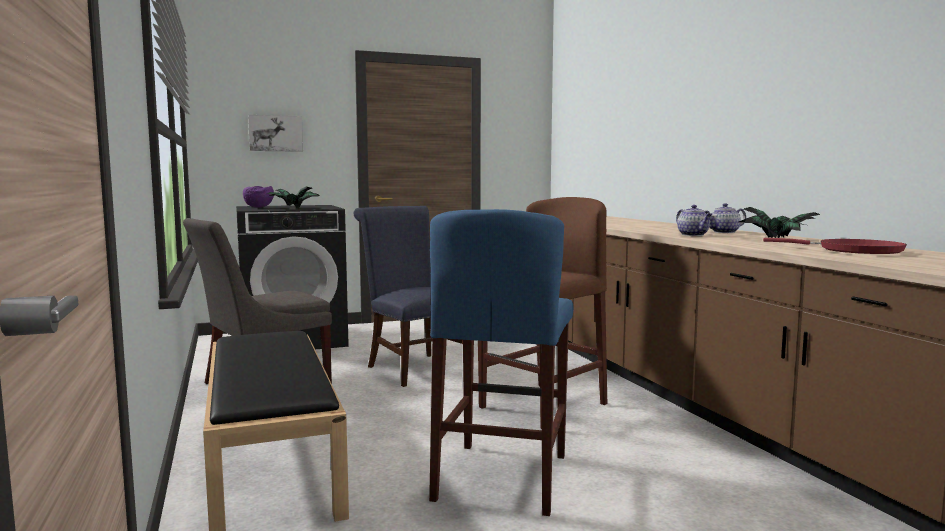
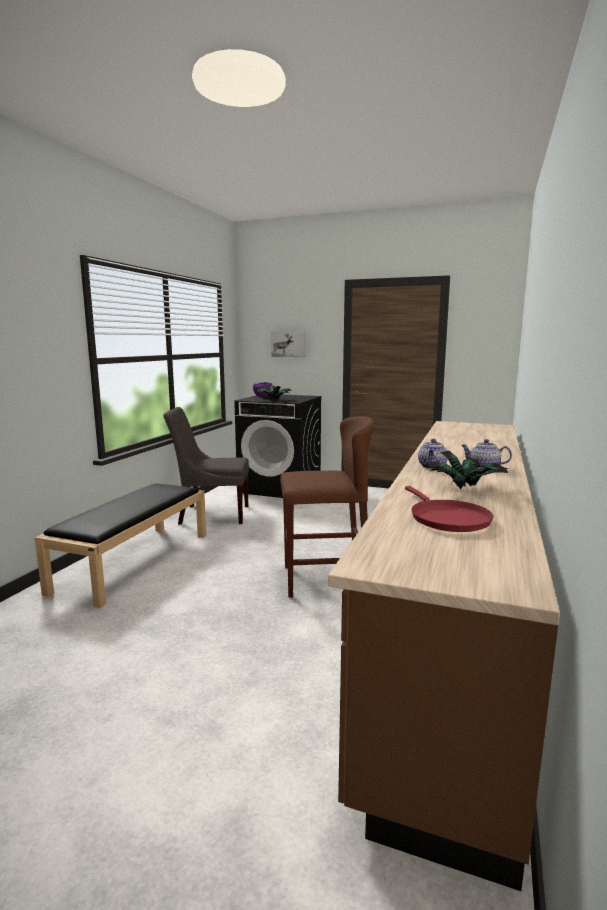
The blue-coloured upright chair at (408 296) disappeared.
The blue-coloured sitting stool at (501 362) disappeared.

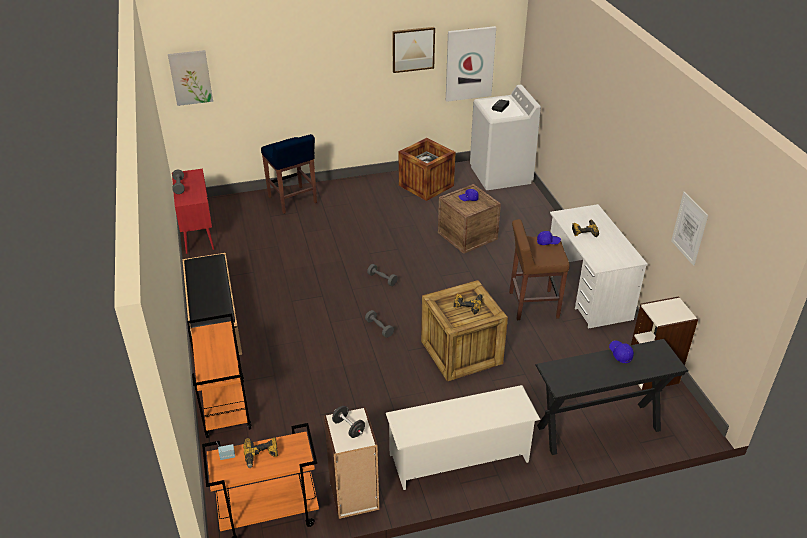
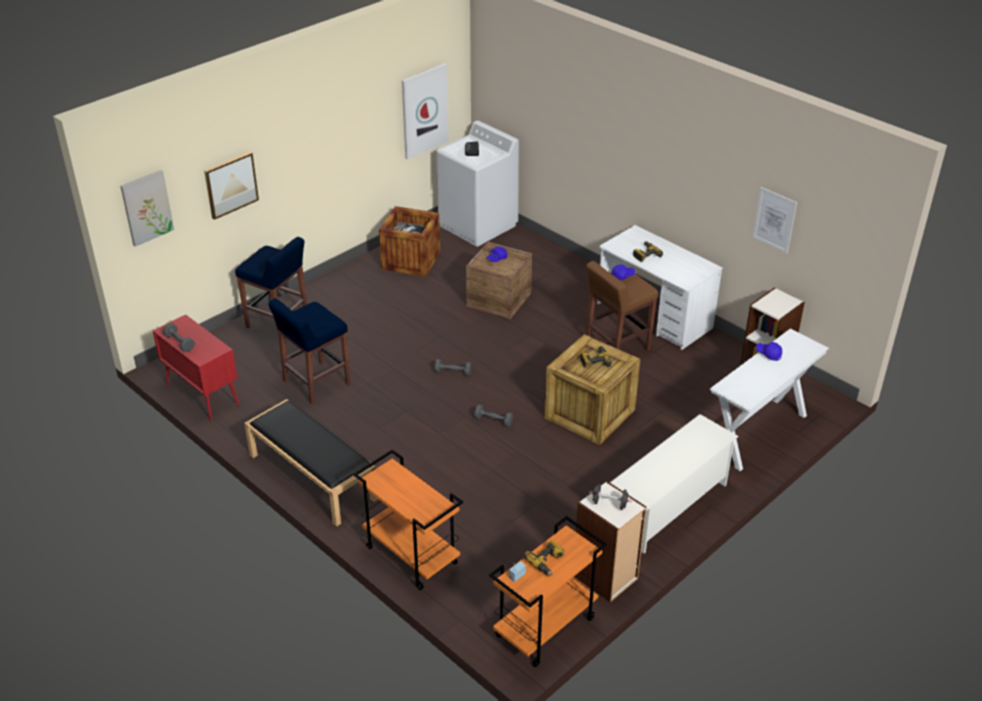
The wall art moved from (413 50) to (231 186).
The blue-coloured sitting stool at (309 351) appeared.
The black-coloured hall table at (611 397) became the white hall table at (769 400).

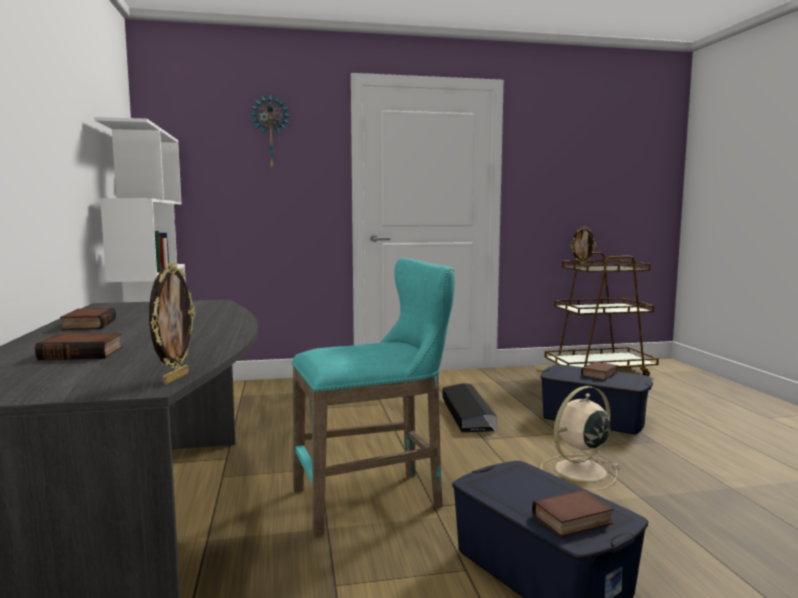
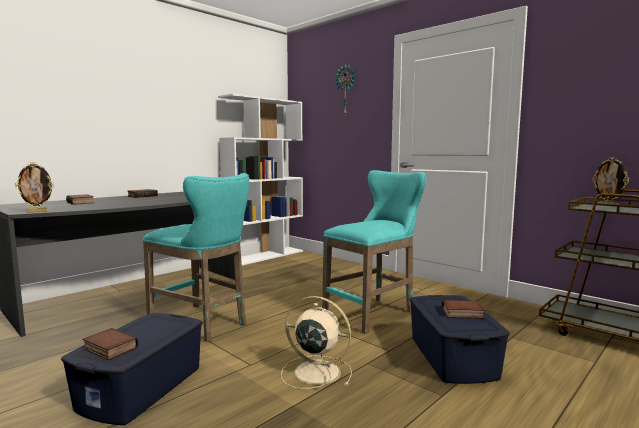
The black-coloured storage box at (470 407) was replaced by the turquoise sitting stool at (374 252).

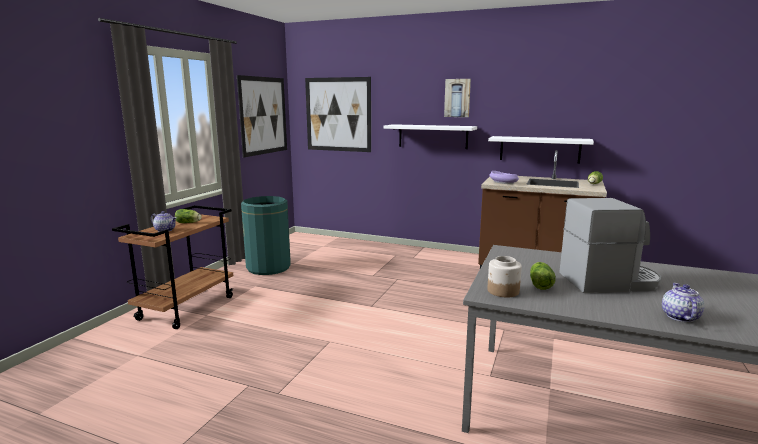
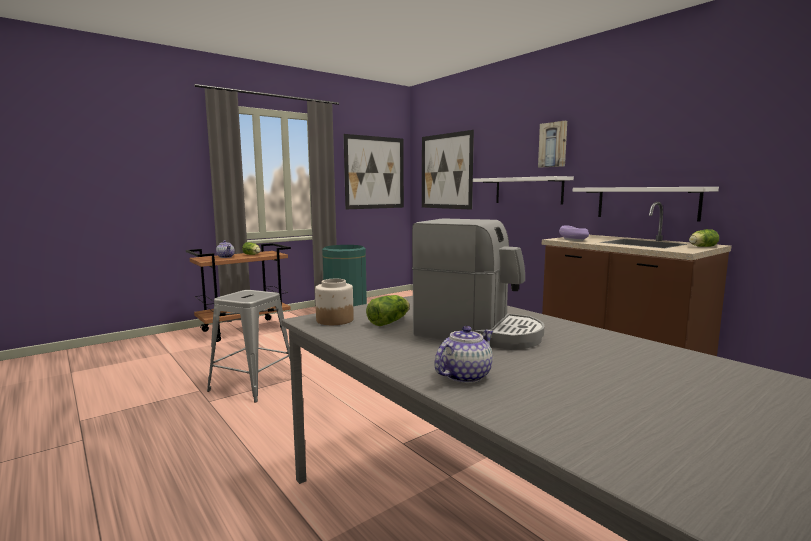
The grey sitting stool at (248 346) appeared.

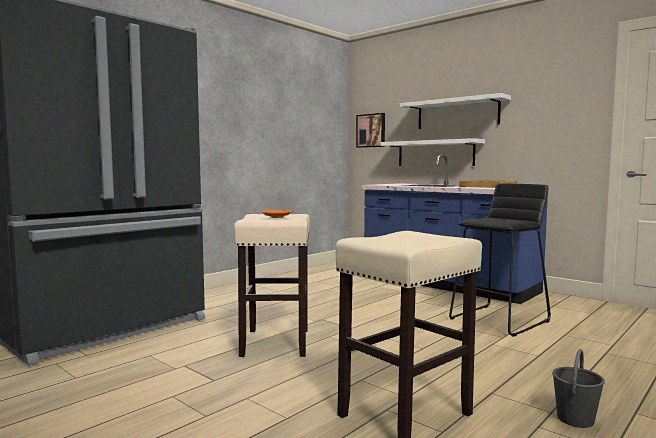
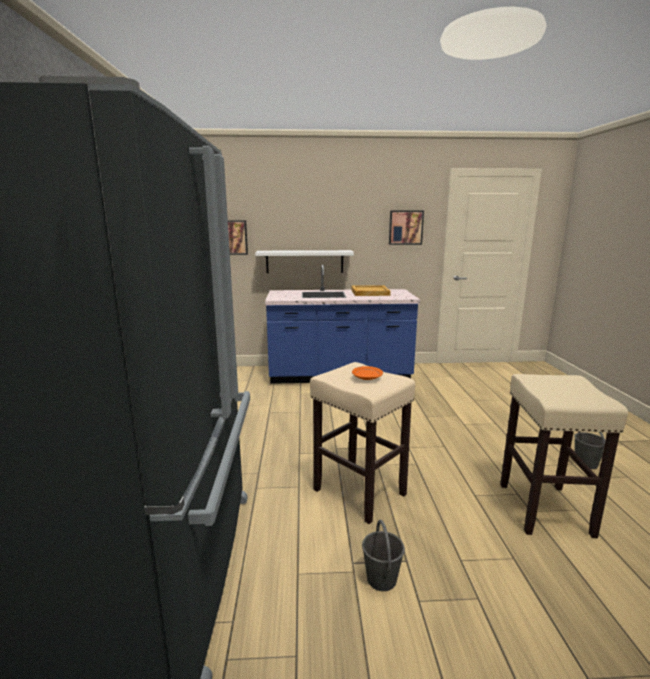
The grey pail at (383 555) appeared.
The wall art at (406 228) appeared.
The white wall shelf at (455 111) disappeared.
The black-coloured sitting stool at (500 260) disappeared.

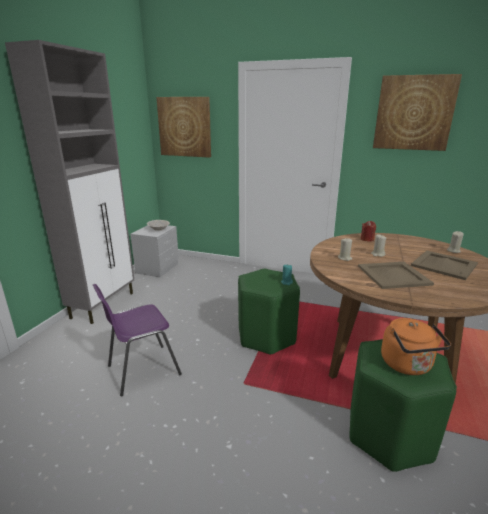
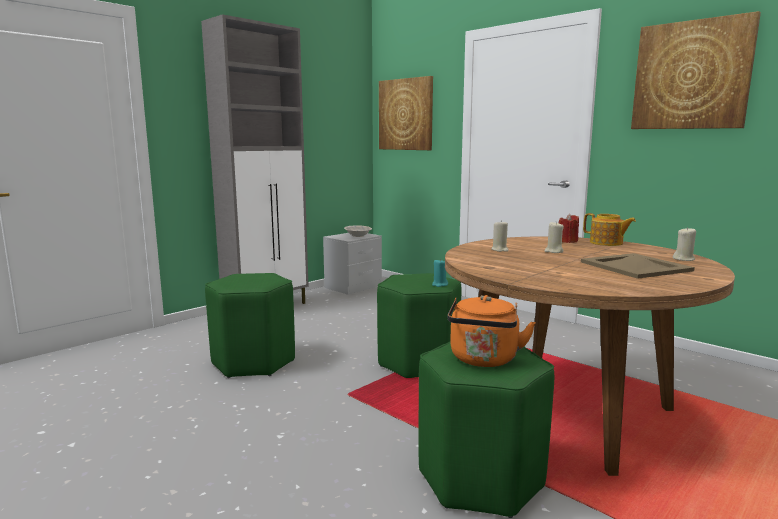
The purple-coloured upright chair at (137 340) was replaced by the green-coloured sitting stool at (250 325).
The pot for tea at (609 229) appeared.
The beige serving tray at (396 275) disappeared.

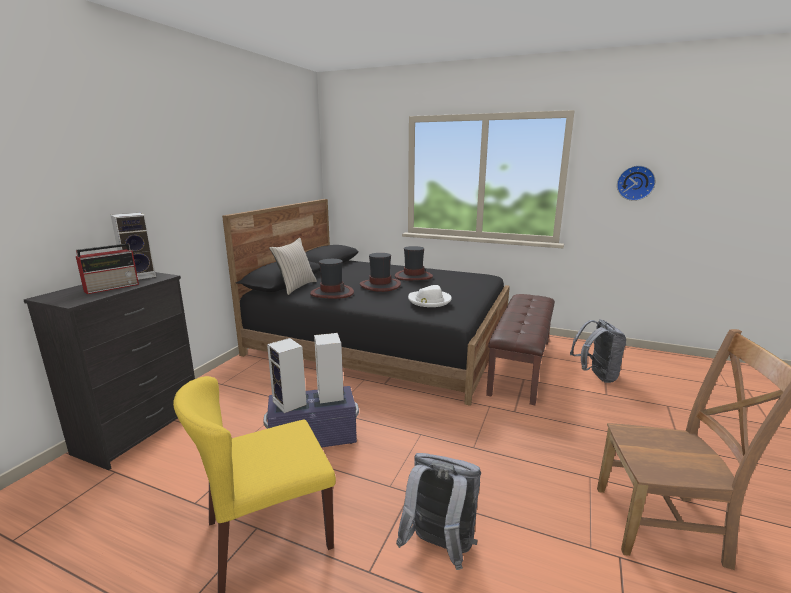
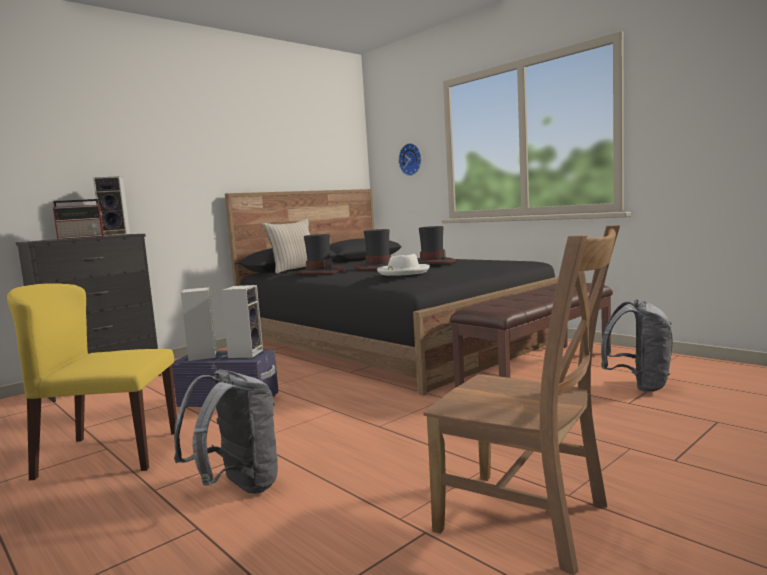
The hanging clock moved from (636 183) to (409 159).

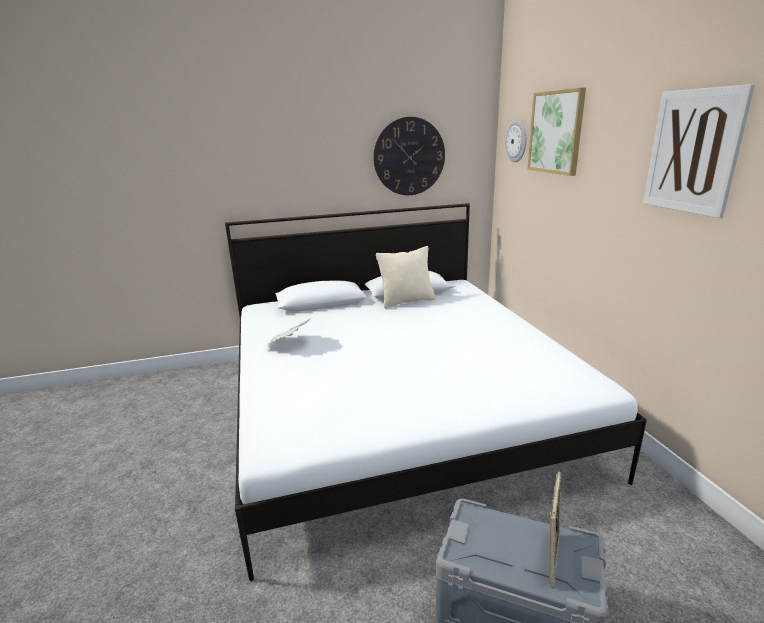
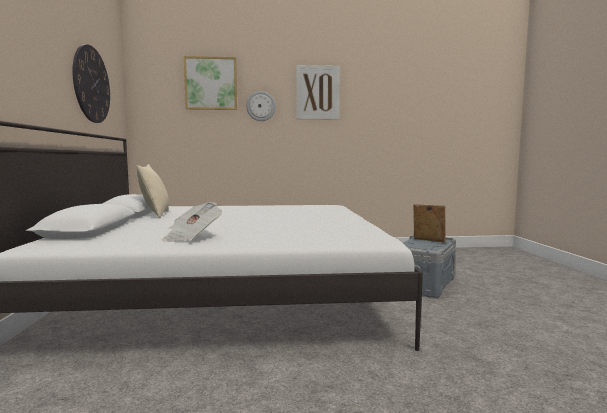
The hanging clock moved from (515 141) to (261 106).

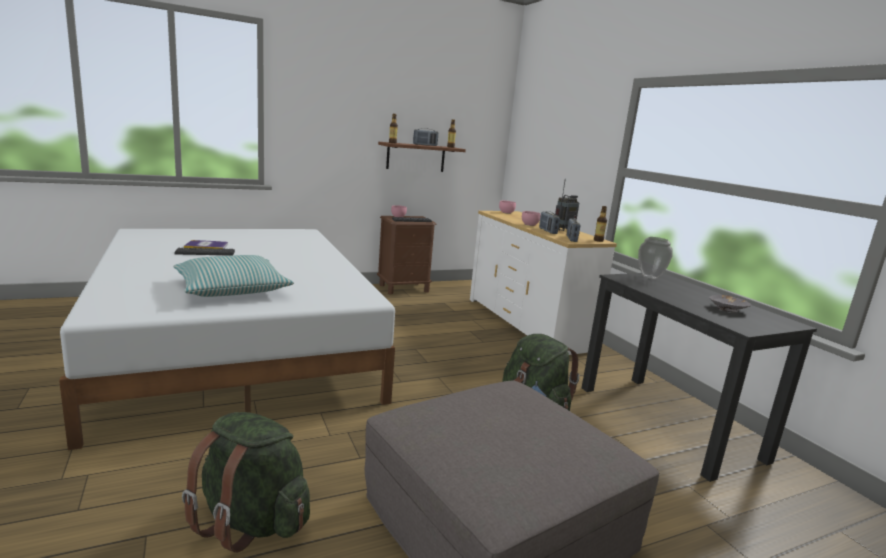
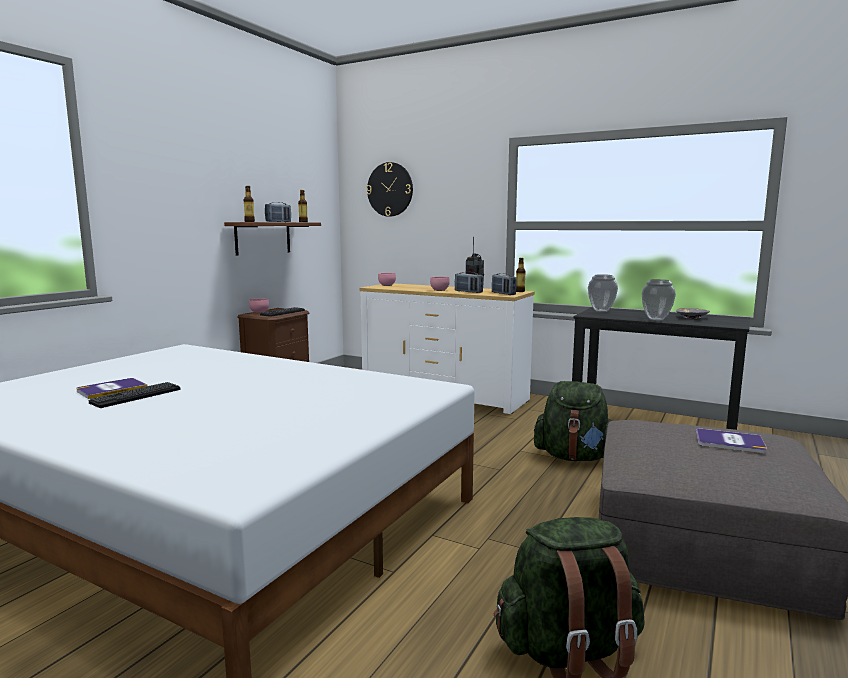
The hanging clock at (389 189) appeared.
The vase at (659 299) appeared.
The volume at (731 440) appeared.
The pillow at (233 276) disappeared.

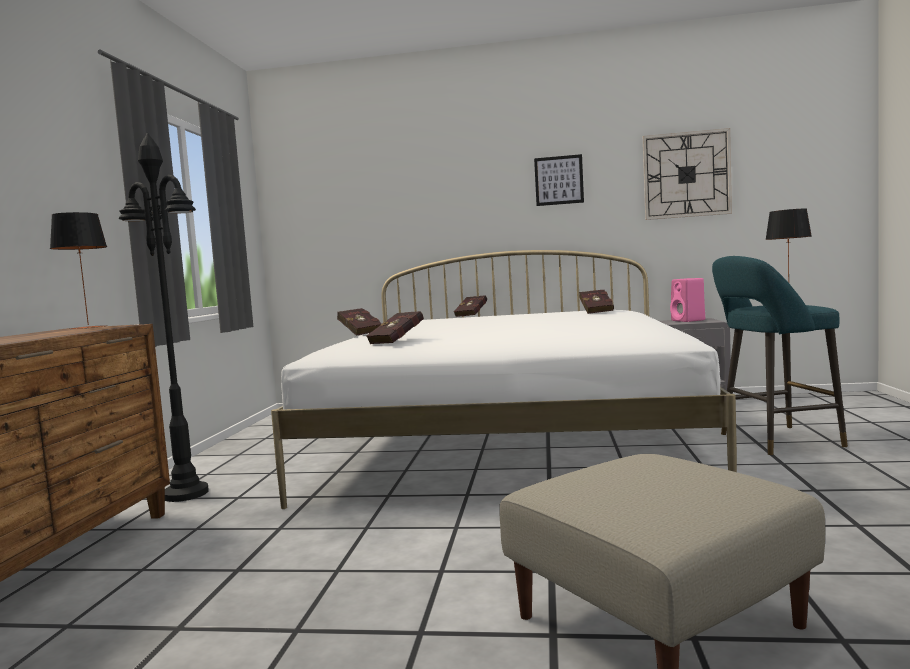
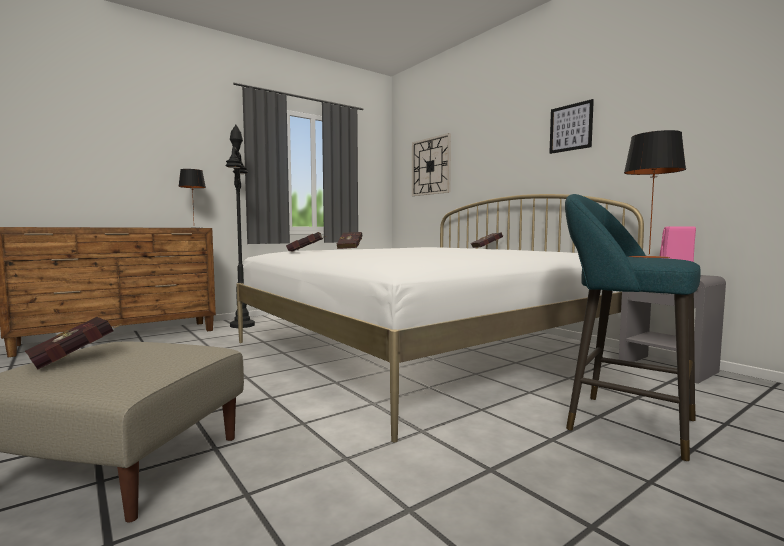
The red volume moved from (596 301) to (73 343).
The hanging clock moved from (687 174) to (431 164).

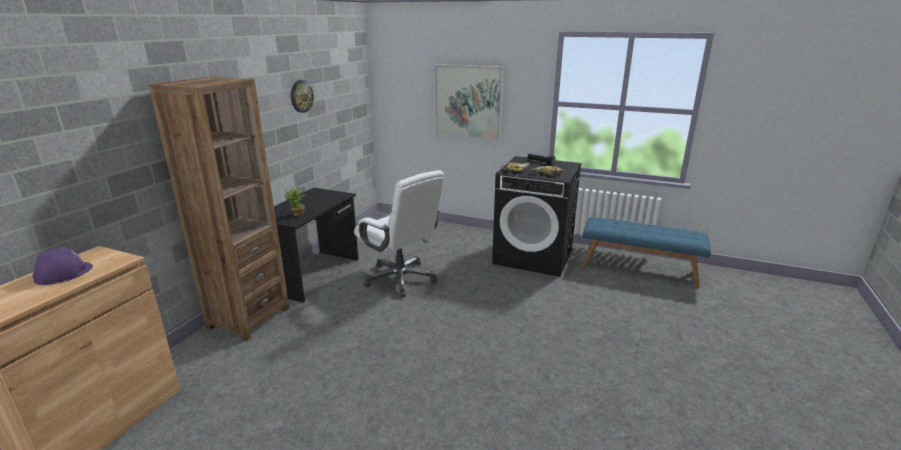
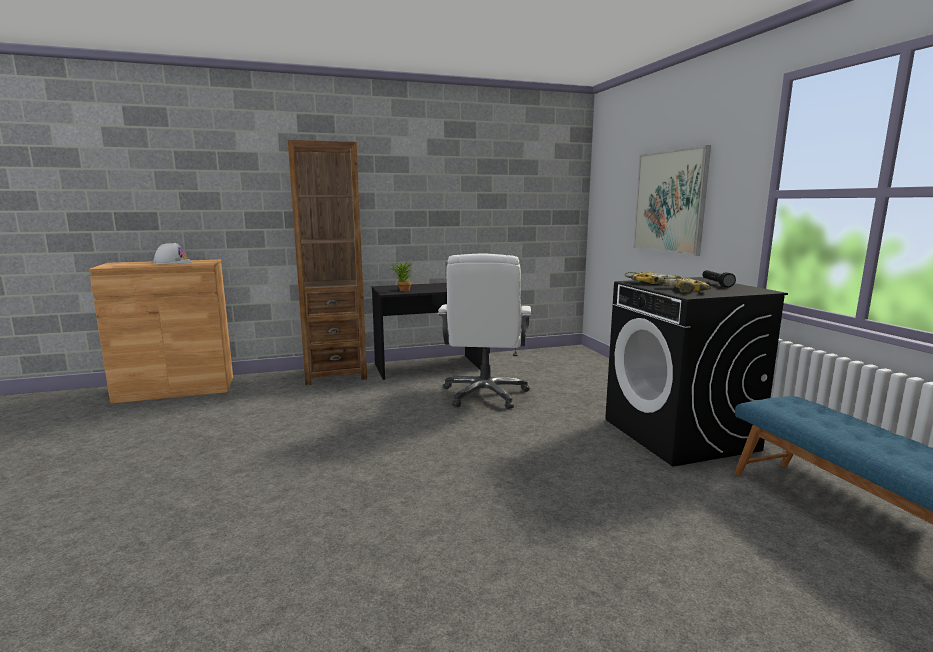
The purple-coloured work helmet at (63 265) became the white work helmet at (172 253).
The hanging clock at (302 96) disappeared.

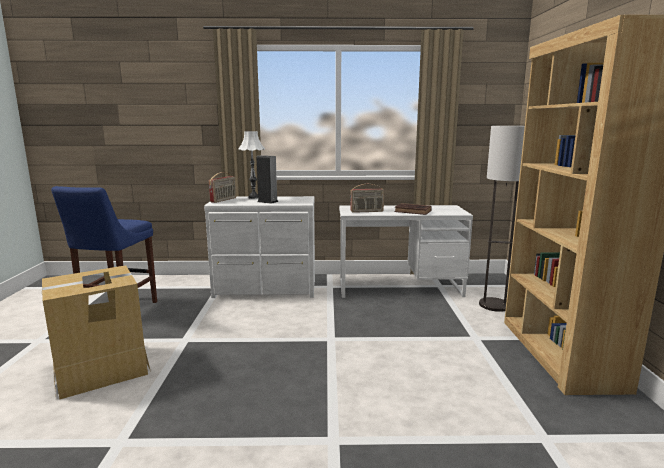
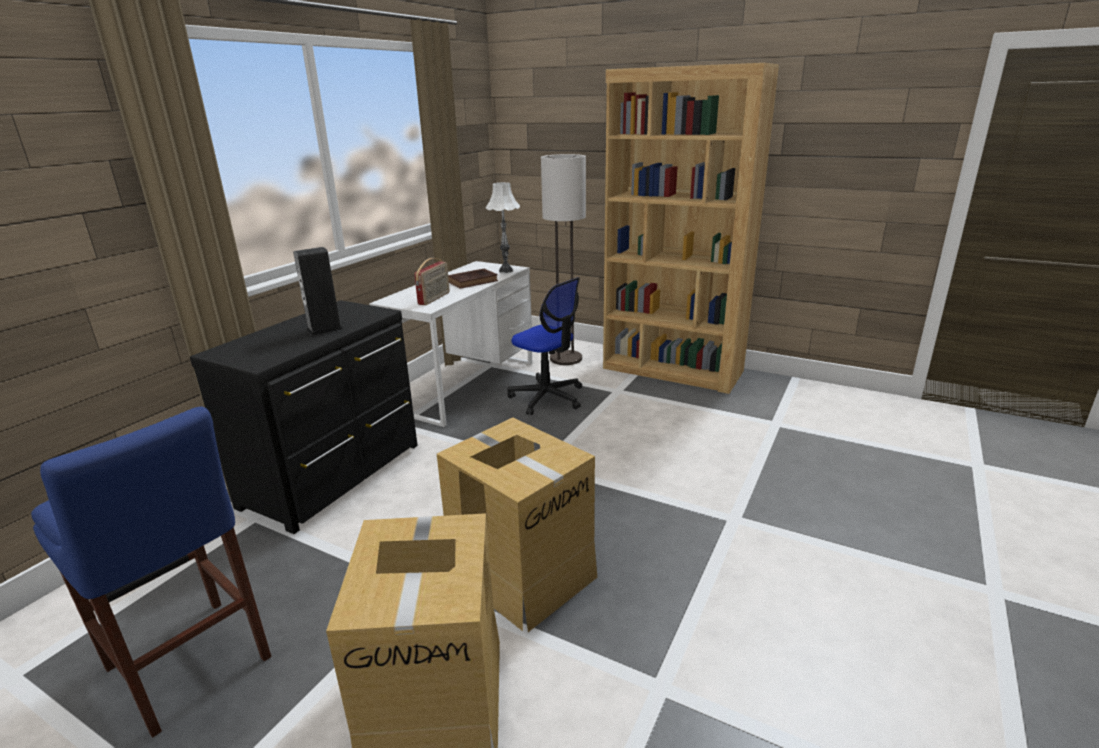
The white chest of drawers at (259 247) became the black-coloured chest of drawers at (304 417).
The packing box at (517 524) appeared.
The white tabletop lamp moved from (251 165) to (503 227).
The desk chair at (544 346) appeared.
The radio receiver at (222 187) disappeared.

